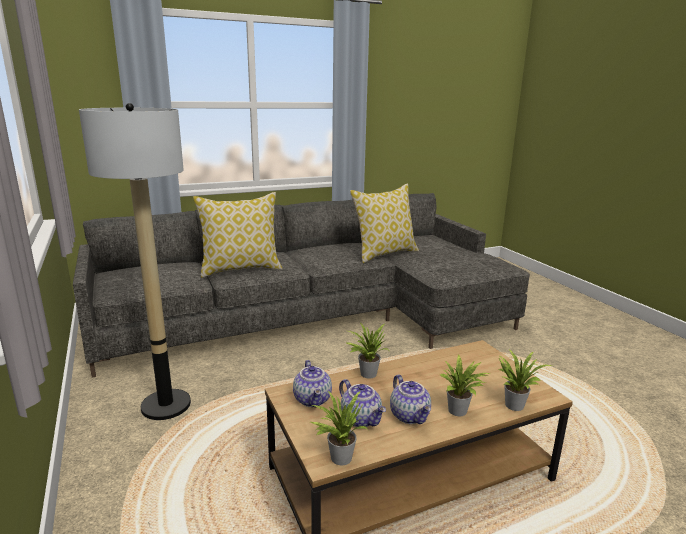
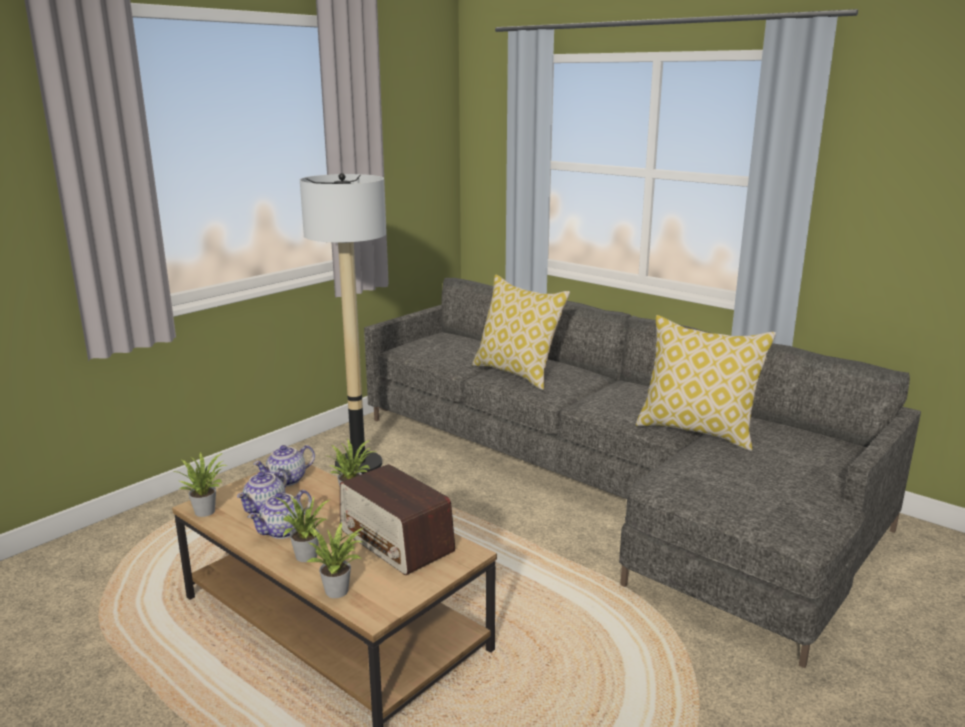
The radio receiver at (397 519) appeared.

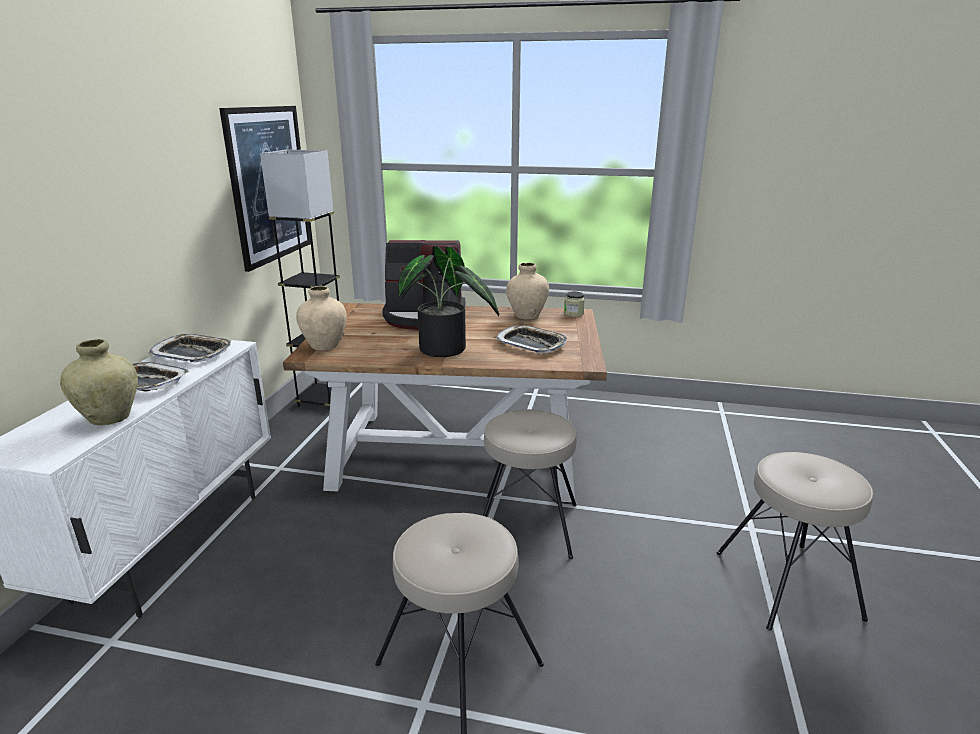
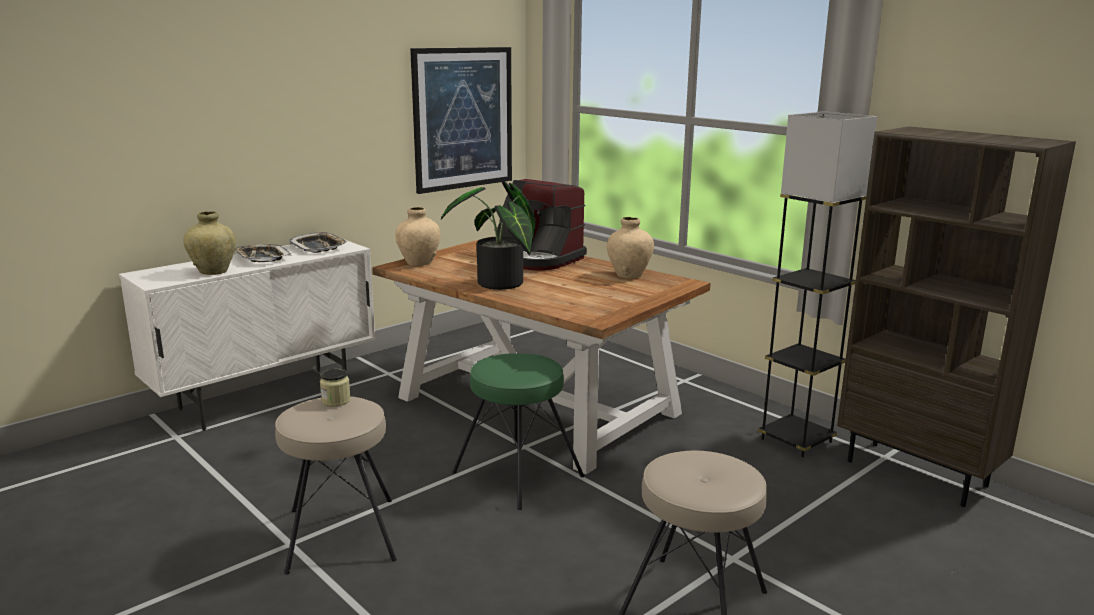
The storage jar moved from (574 304) to (335 387).
The beige sitting stool at (530 484) became the green-coloured sitting stool at (518 431).
The black-coloured floor lamp moved from (300 279) to (817 284).
The brown-coloured bookshelf at (956 317) appeared.
The serving tray at (531 339) disappeared.

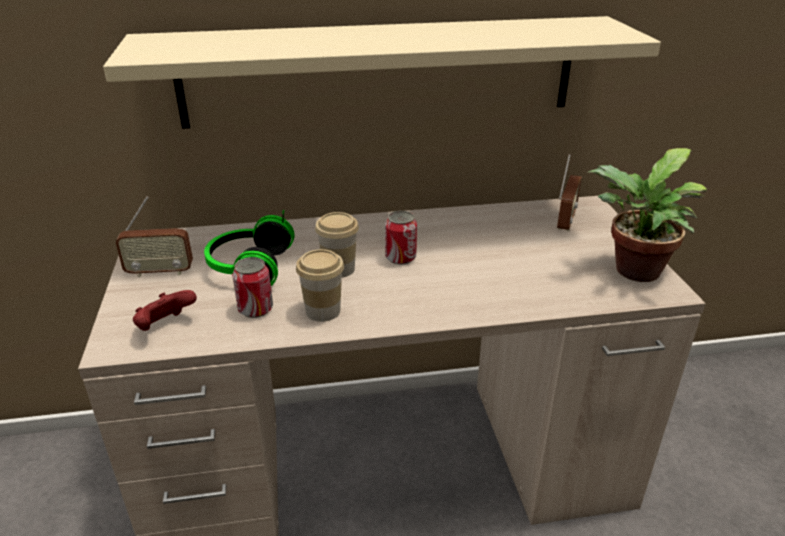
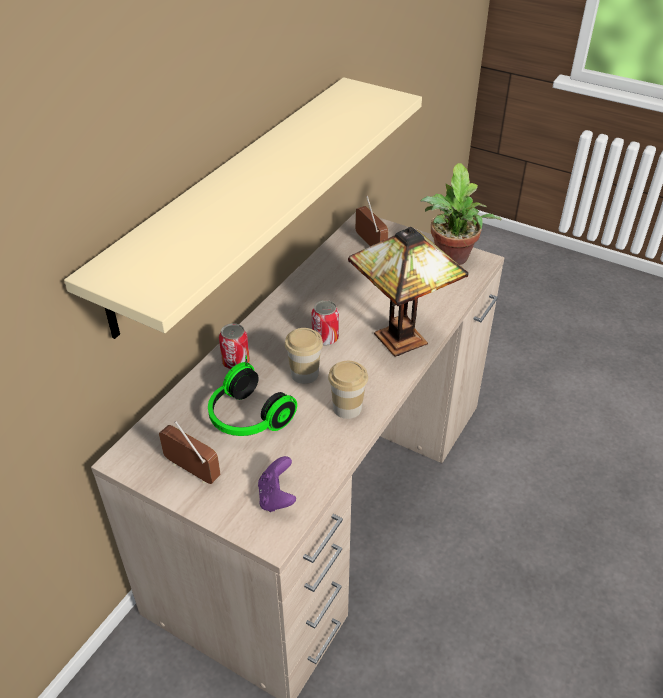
The radio receiver at (154 237) turned 90 degrees counterclockwise.
The metal can moved from (252 287) to (234 346).
The red joypad at (165 310) became the purple-coloured joypad at (277 484).
The tabletop lamp at (408 292) appeared.

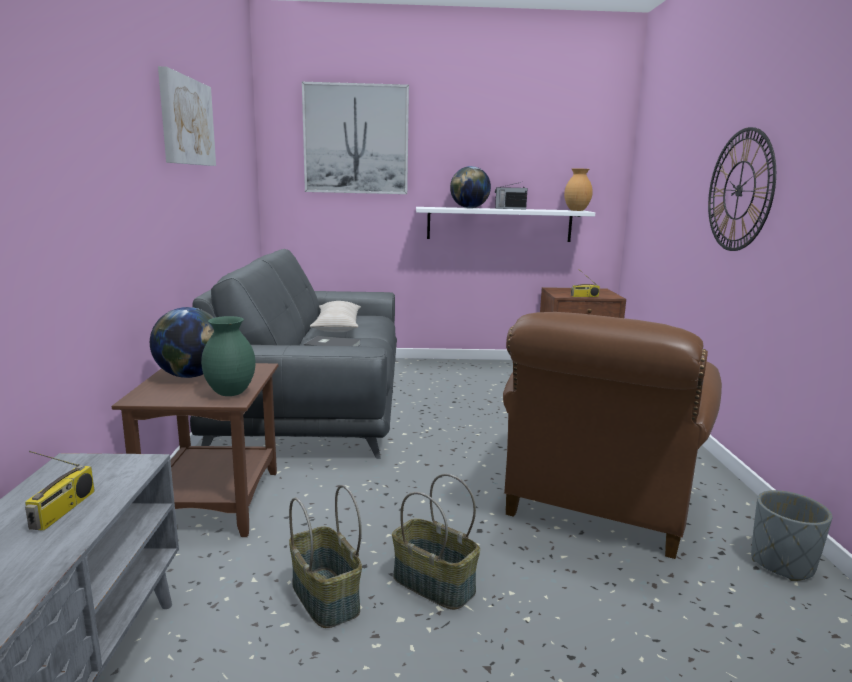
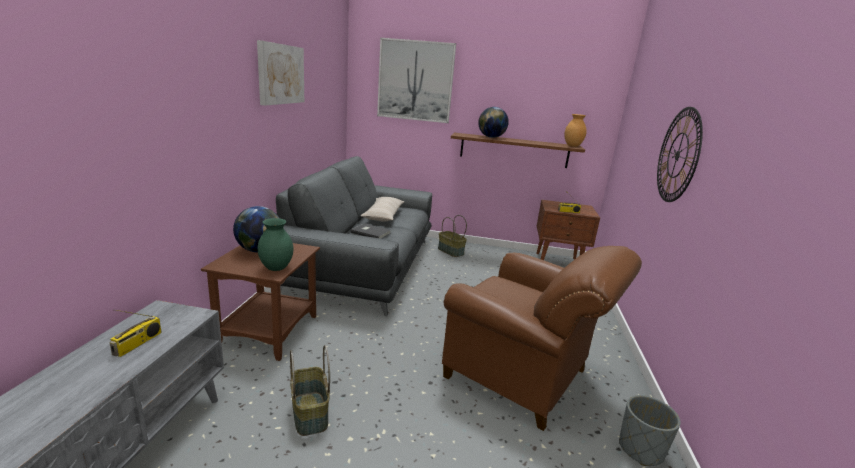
The storage basket moved from (436 542) to (452 236).
The brown-coloured armchair at (612 435) turned 90 degrees counterclockwise.
The white wall shelf at (505 224) became the brown-coloured wall shelf at (518 150).
The radio receiver at (511 195) disappeared.

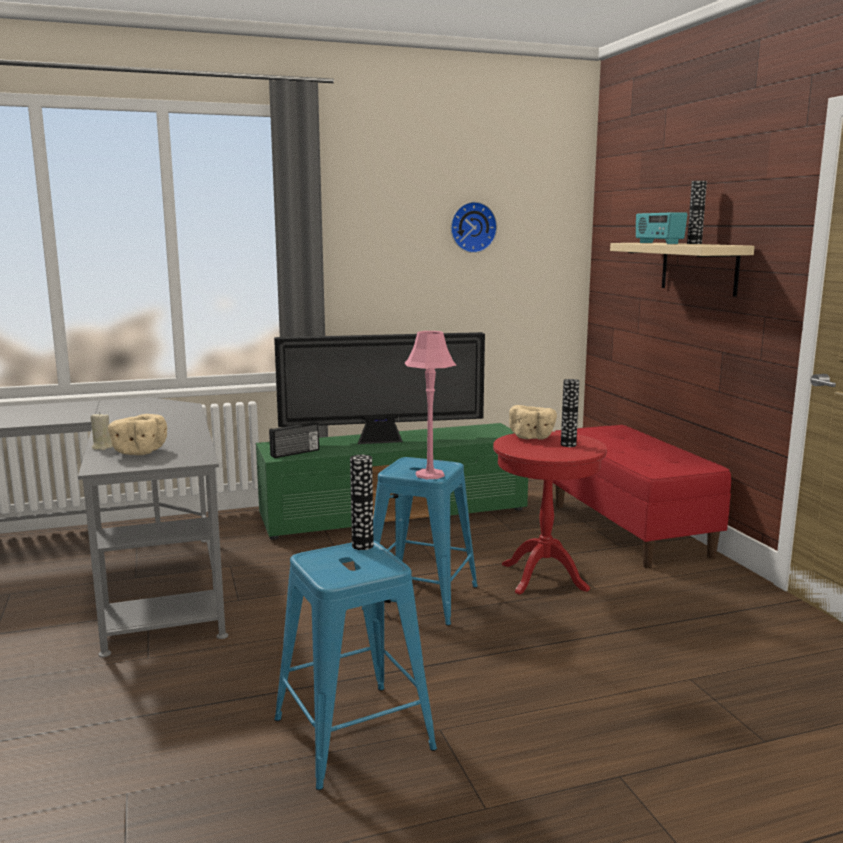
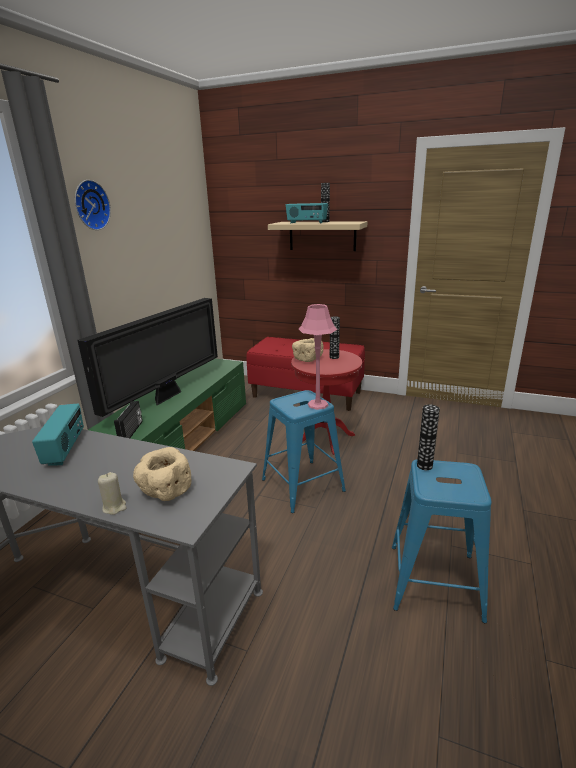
The radio receiver at (58 434) appeared.
The hanging clock moved from (474 227) to (93 205).

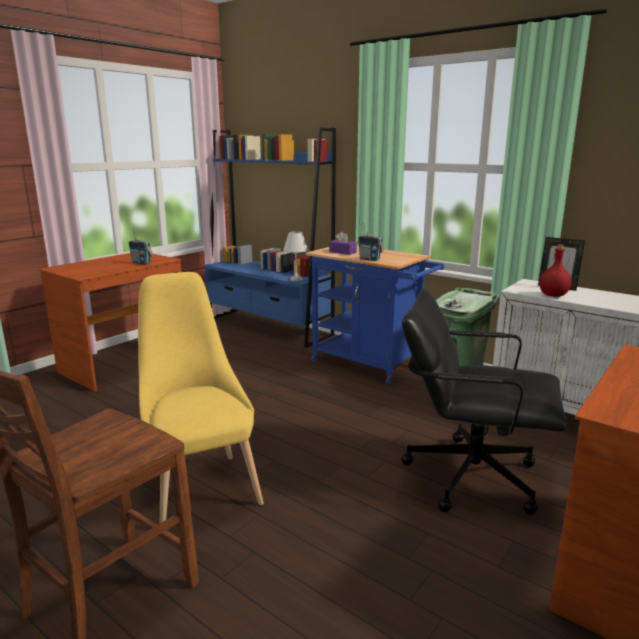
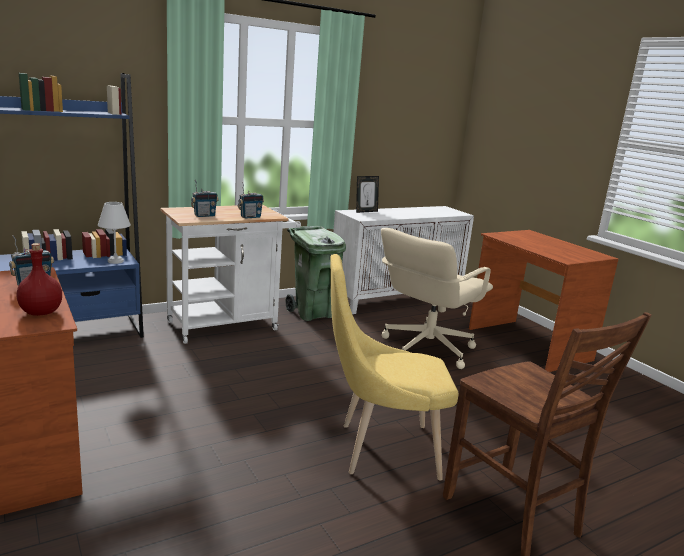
The red beverage bottle moved from (555 270) to (39 279).
The blue-coloured trolley at (375 315) became the white trolley at (230 274).
The purple-coloured tissue holder at (343 243) was replaced by the radio receiver at (205 198).
The black-coloured desk chair at (484 402) became the beige desk chair at (437 298).

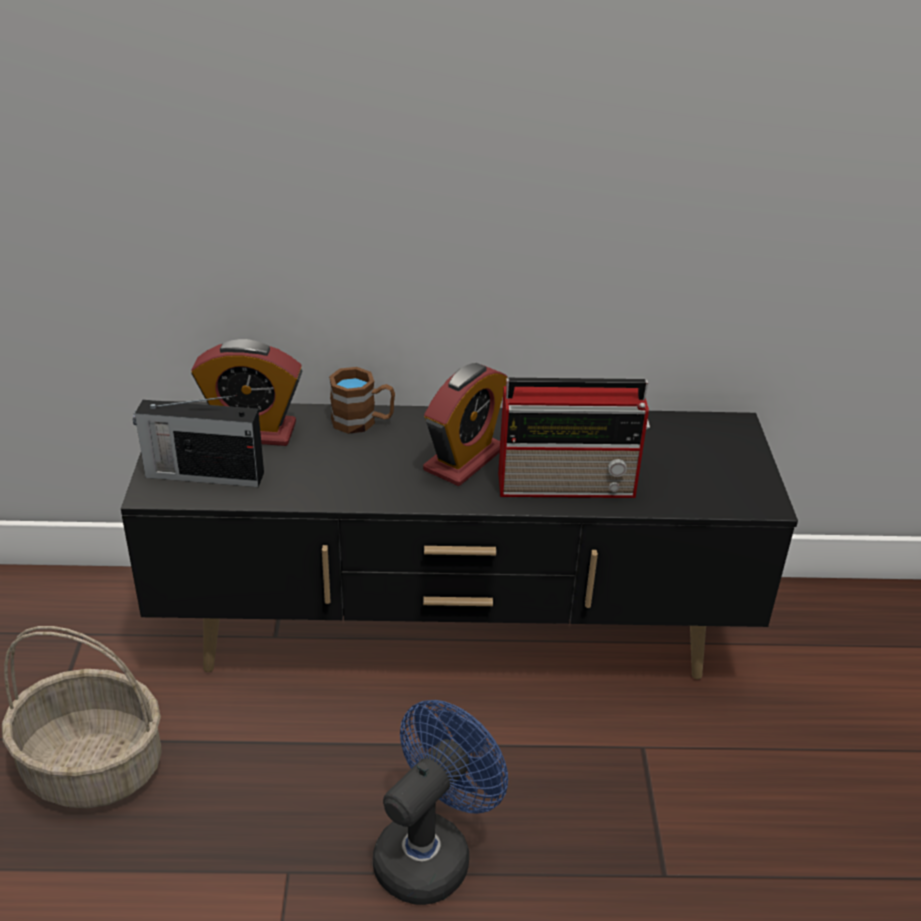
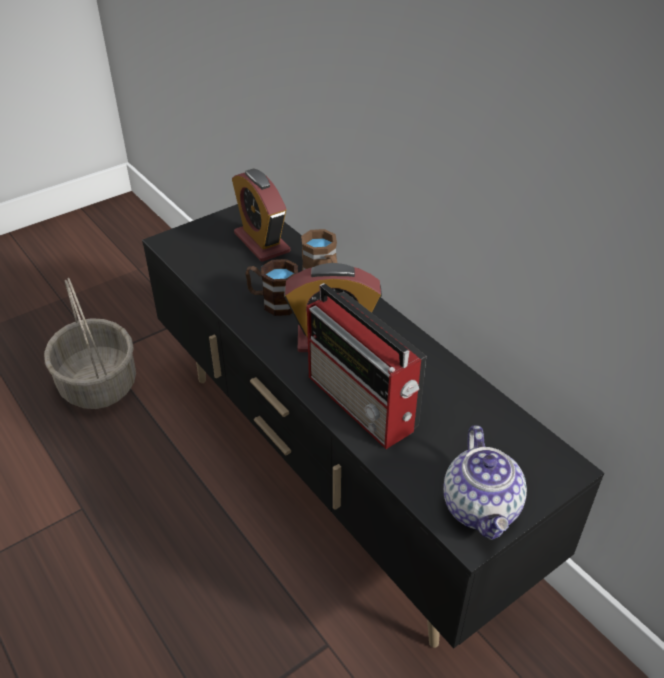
The brown-coloured tea mug at (271 287) appeared.
The pot for tea at (485 482) appeared.
The radio receiver at (198 441) disappeared.
The blue-coloured electric fan at (440 802) disappeared.

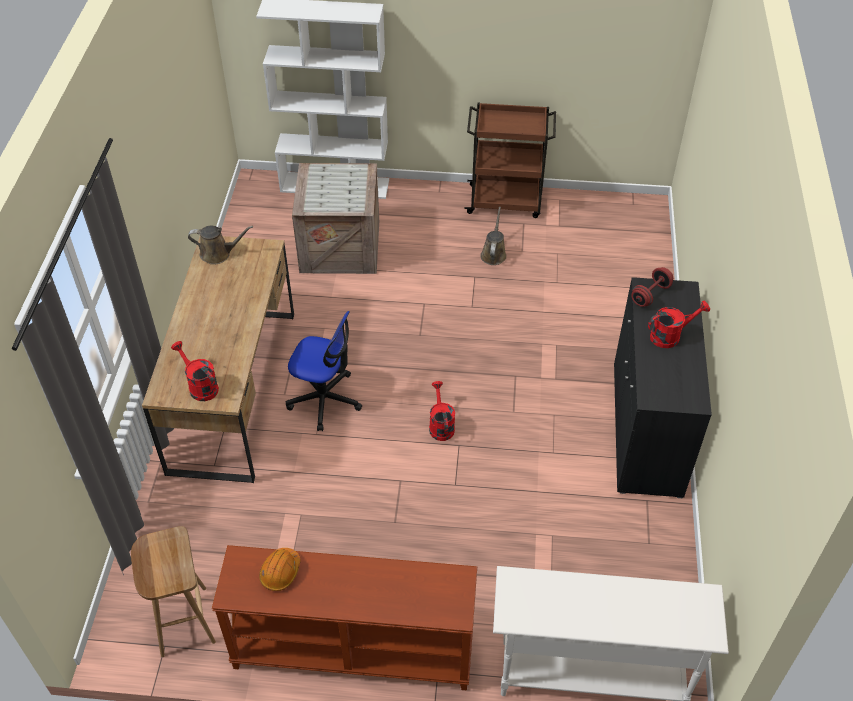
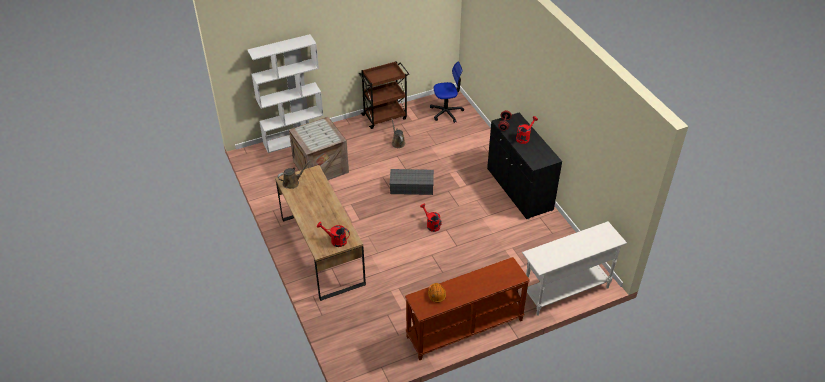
The grey storage box at (412 182) appeared.
The desk chair moved from (324 371) to (447 92).
The brown-coloured sitting stool at (173 591) disappeared.

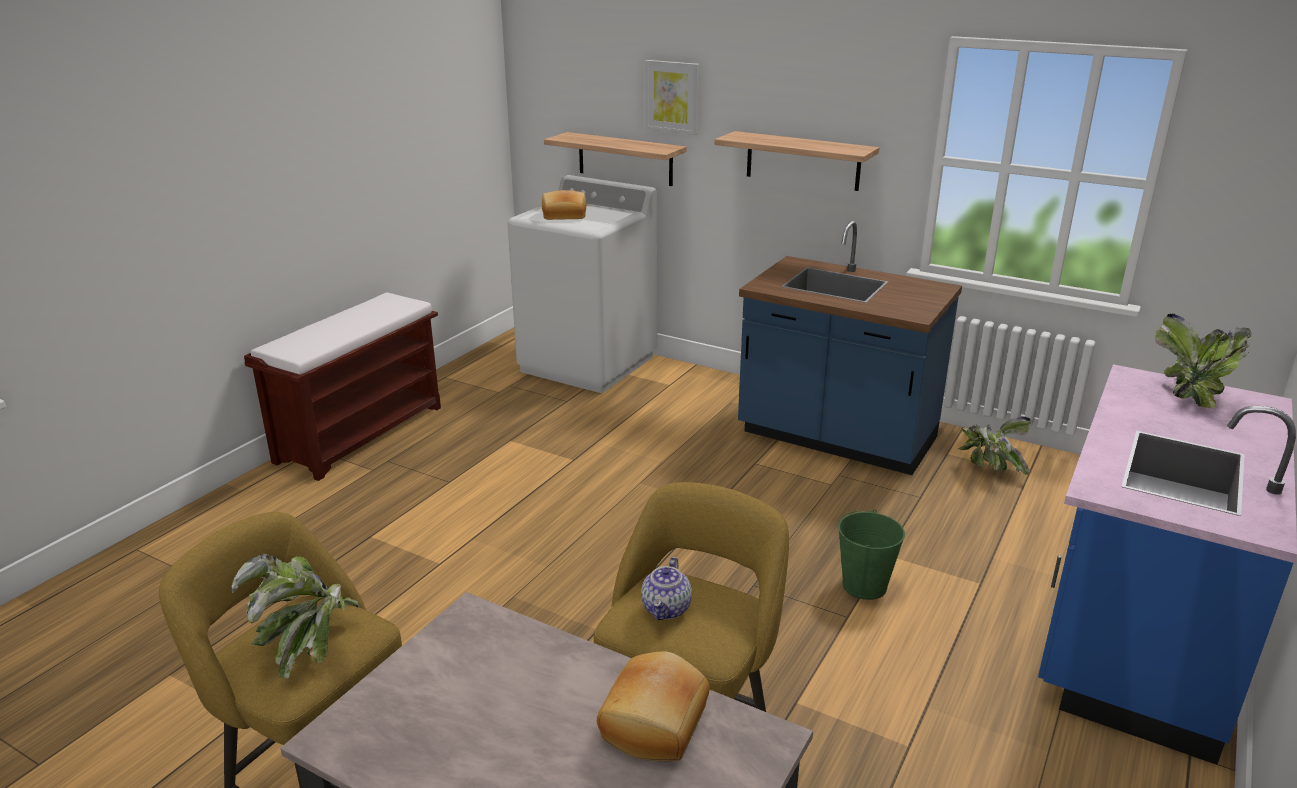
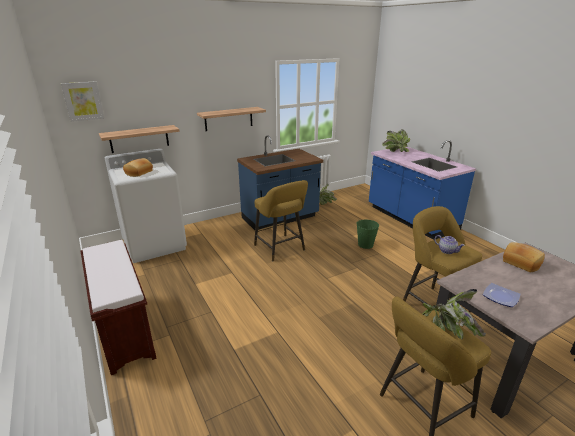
The wall art moved from (672 97) to (82 101).
The yellow-coloured sitting stool at (281 220) appeared.
The plate at (501 295) appeared.

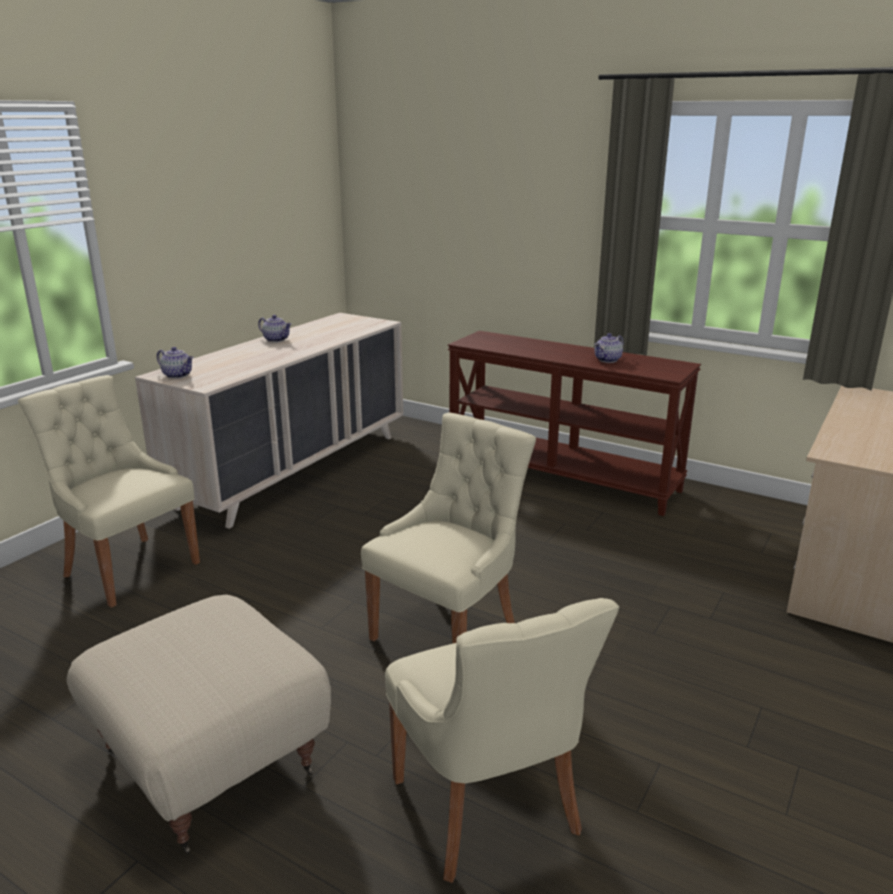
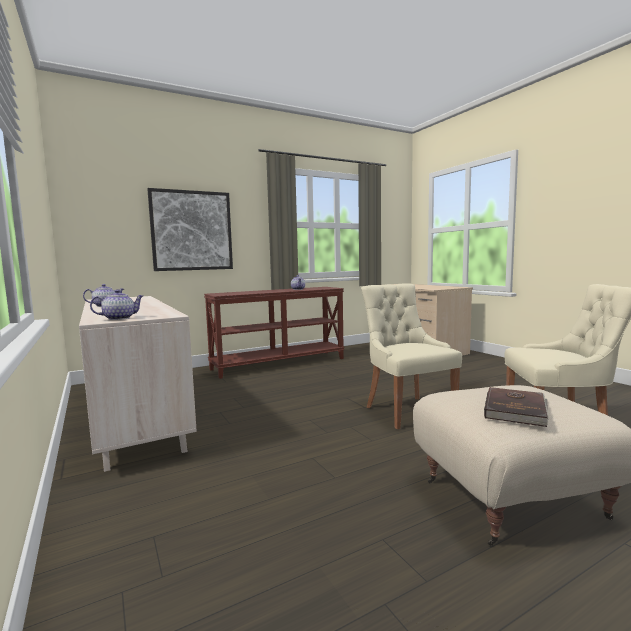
The wall art at (190 229) appeared.
The brown-coloured volume at (516 407) appeared.
The beige upright chair at (109 491) disappeared.

